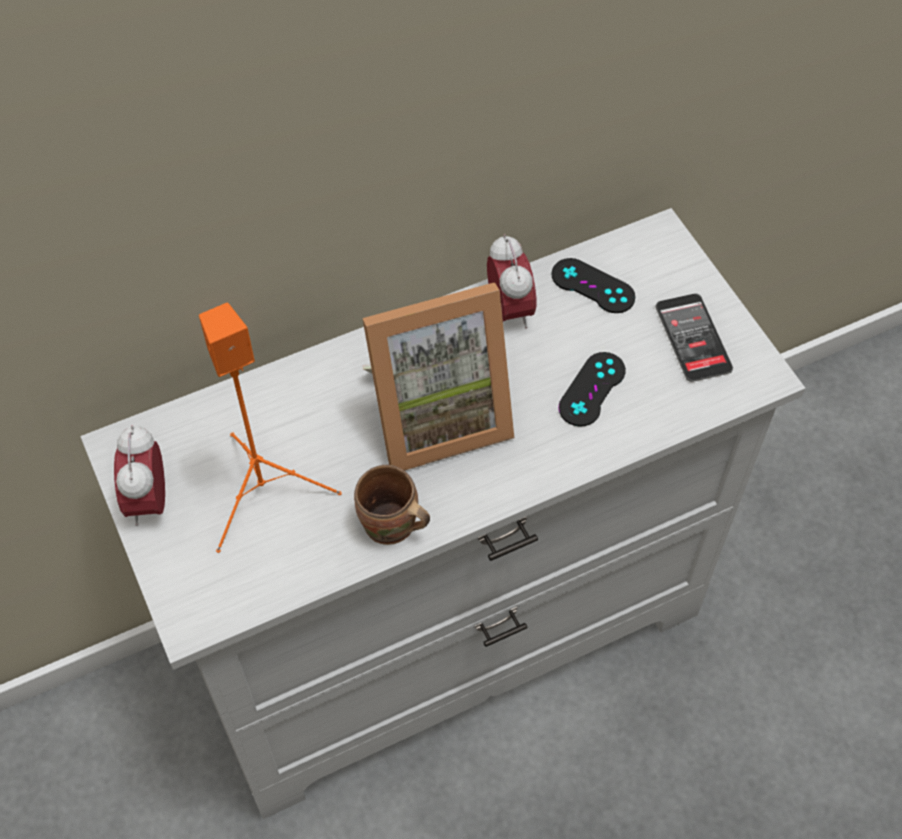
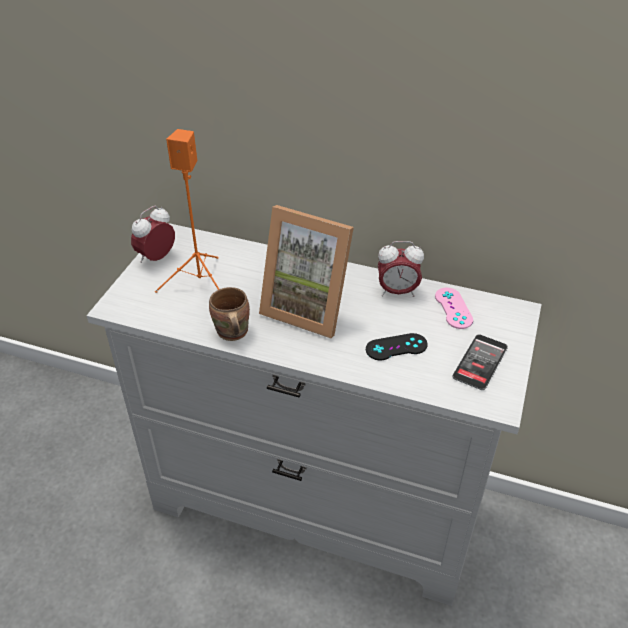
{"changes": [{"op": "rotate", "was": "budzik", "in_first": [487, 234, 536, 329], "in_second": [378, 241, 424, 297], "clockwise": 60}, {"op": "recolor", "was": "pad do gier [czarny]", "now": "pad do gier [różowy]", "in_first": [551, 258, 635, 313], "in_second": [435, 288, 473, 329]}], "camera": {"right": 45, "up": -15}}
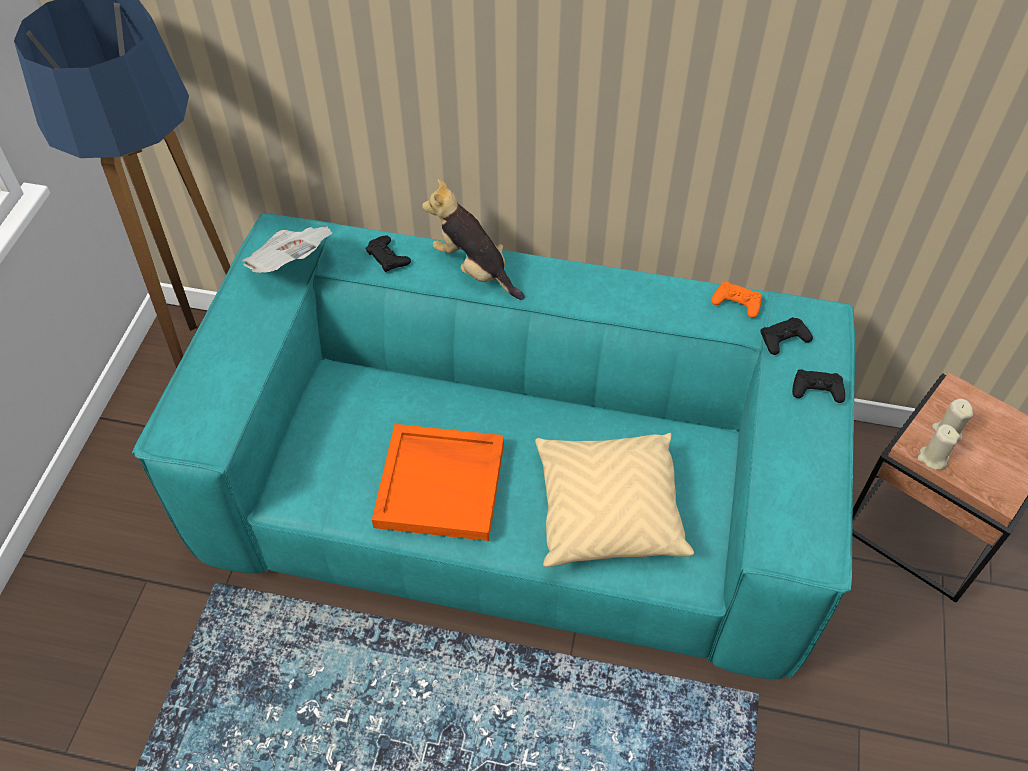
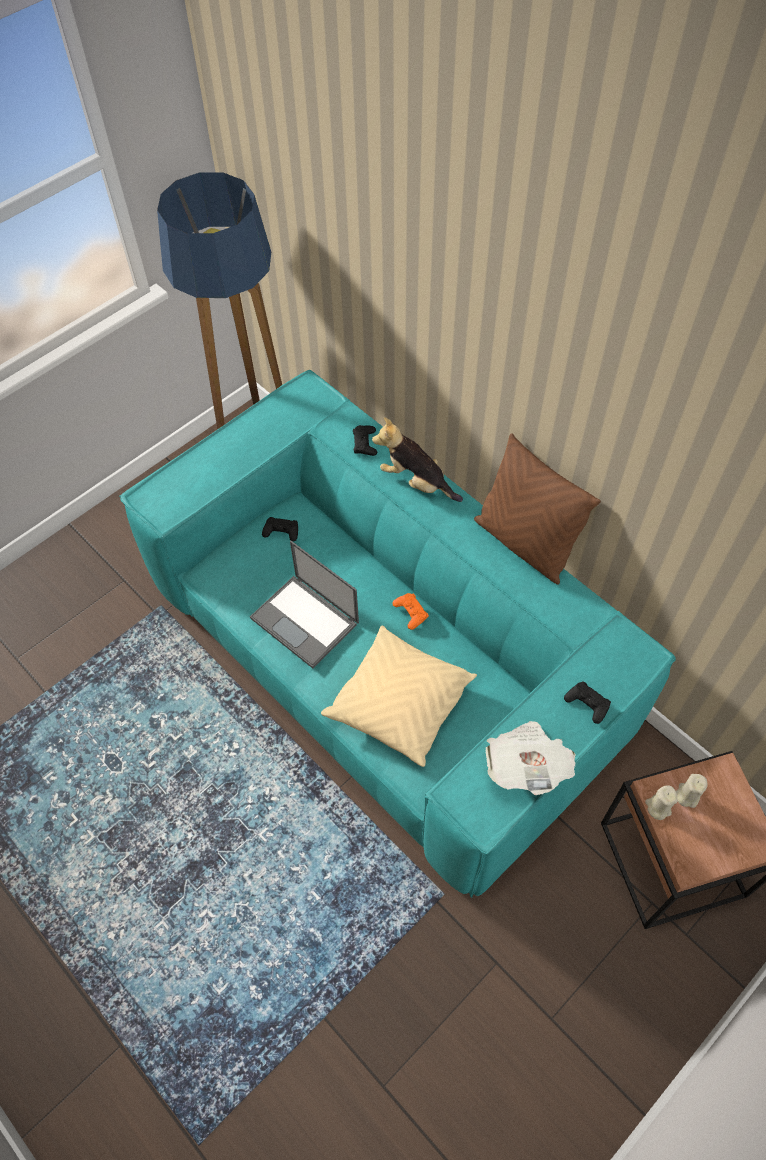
{"changes": [{"op": "move", "was": "gazeta", "in_first": [242, 226, 333, 273], "in_second": [486, 721, 576, 795]}, {"op": "replace", "was": "taca [pomarańczowy]", "now": "laptop", "in_first": [372, 424, 504, 541], "in_second": [250, 541, 359, 668]}, {"op": "rotate", "was": "pluszak", "in_first": [422, 179, 525, 300], "in_second": [372, 417, 463, 502], "clockwise": -45}, {"op": "move", "was": "pad do gier [pomarańczowy]", "in_first": [711, 281, 762, 318], "in_second": [392, 593, 429, 630]}, {"op": "move", "was": "pad do gier [czarny]", "in_first": [760, 317, 813, 355], "in_second": [262, 517, 298, 541]}, {"op": "insert", "now": "poduszka [brązowy]", "in_second": [474, 433, 601, 585]}], "camera": {"right": 35, "up": 5}}
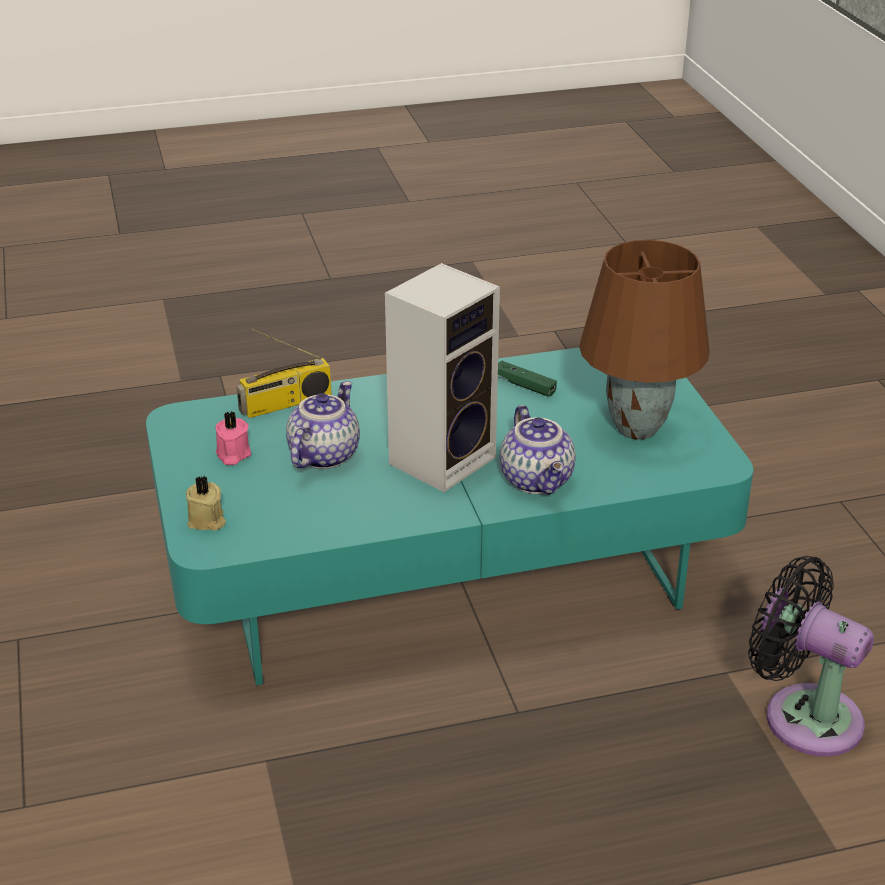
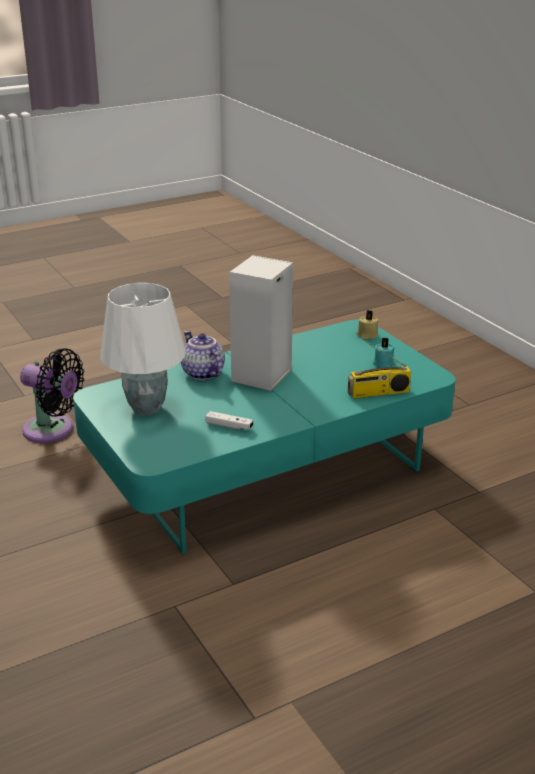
{"changes": [{"op": "recolor", "was": "świeca [różowy]", "now": "świeca [turkusowy]", "in_first": [215, 412, 251, 465], "in_second": [373, 338, 394, 368]}, {"op": "rotate", "was": "radio", "in_first": [237, 328, 332, 418], "in_second": [348, 339, 411, 398], "clockwise": -150}, {"op": "delete", "was": "imbryk", "in_first": [286, 381, 360, 469]}, {"op": "recolor", "was": "pad do gier [zielony]", "now": "pad do gier [biały]", "in_first": [498, 361, 557, 397], "in_second": [205, 411, 253, 430]}, {"op": "recolor", "was": "lampa stołowa [brązowy]", "now": "lampa stołowa [biały]", "in_first": [579, 240, 710, 440], "in_second": [100, 283, 186, 416]}], "camera": {"right": 165, "up": -5}}
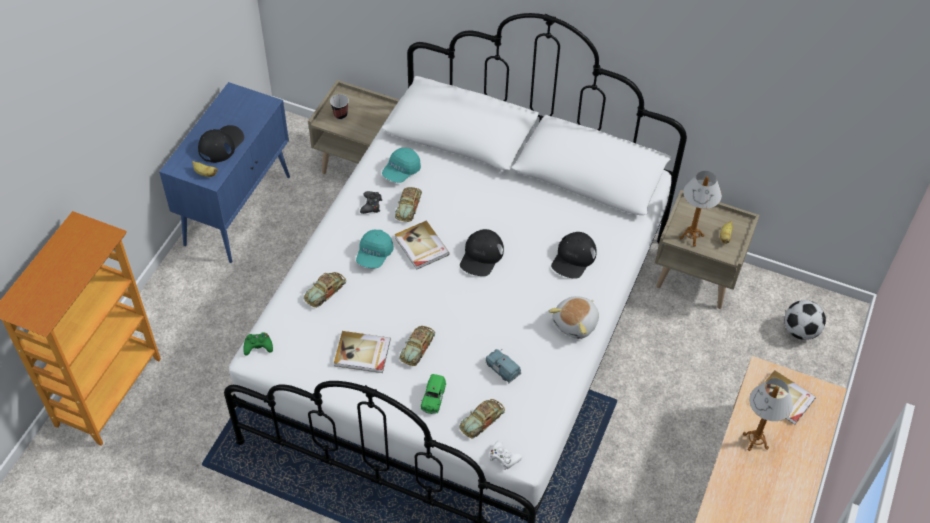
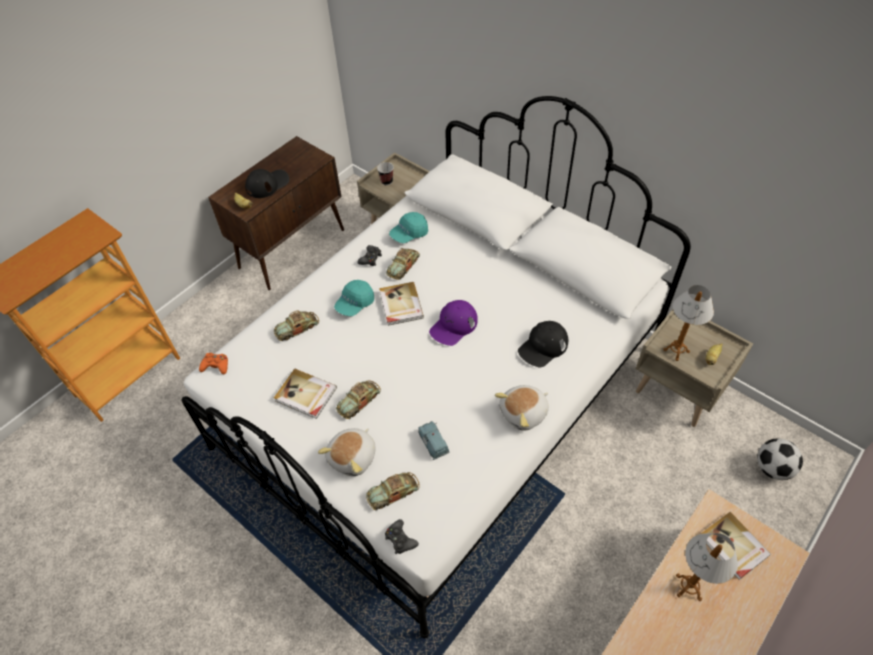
{"changes": [{"op": "recolor", "was": "szafka [niebieski]", "now": "szafka [brązowy]", "in_first": [159, 82, 290, 263], "in_second": [208, 136, 344, 290]}, {"op": "recolor", "was": "pad do gier [zielony]", "now": "pad do gier [pomarańczowy]", "in_first": [243, 332, 273, 356], "in_second": [199, 353, 228, 374]}, {"op": "replace", "was": "samochodzik [zielony]", "now": "pluszak", "in_first": [421, 374, 446, 414], "in_second": [318, 428, 376, 476]}, {"op": "recolor", "was": "czapka z daszkiem [czarny]", "now": "czapka z daszkiem [fioletowy]", "in_first": [460, 229, 504, 276], "in_second": [429, 300, 478, 346]}, {"op": "recolor", "was": "pad do gier [biały]", "now": "pad do gier [czarny]", "in_first": [490, 440, 522, 470], "in_second": [385, 519, 419, 554]}], "camera": {"right": 20, "up": 0}}
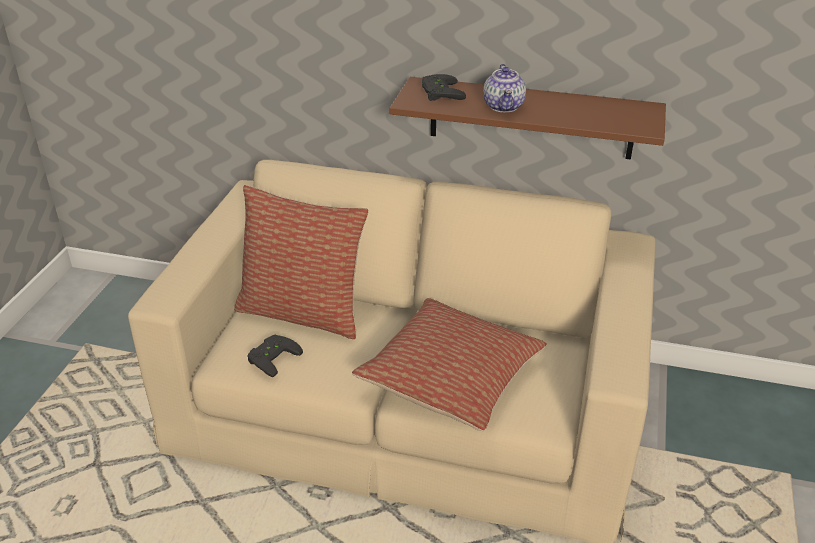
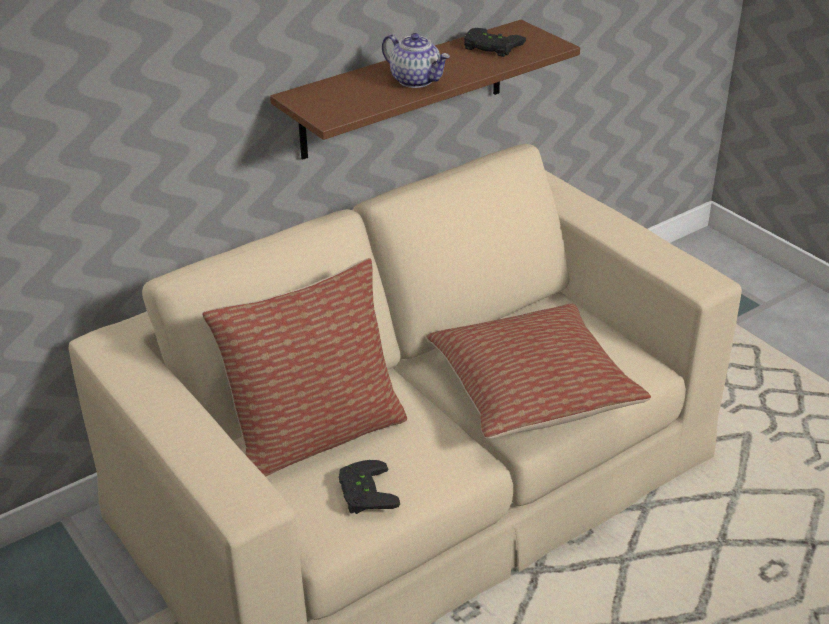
{"changes": [{"op": "move", "was": "pad do gier [czarny]", "in_first": [422, 74, 466, 101], "in_second": [464, 28, 526, 57]}], "camera": {"right": -50, "up": 0}}
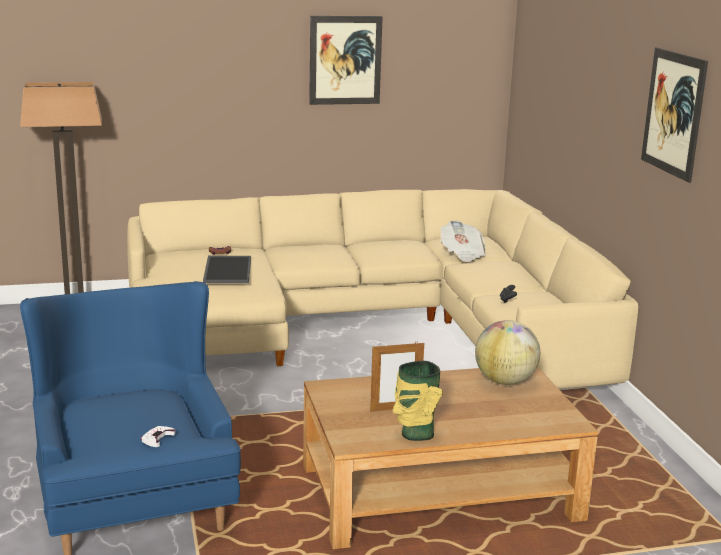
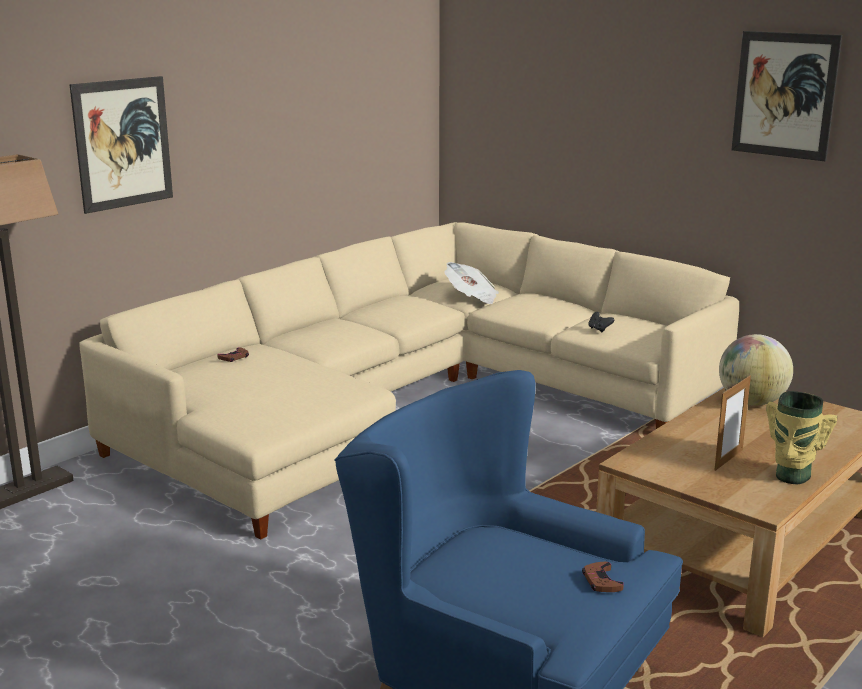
{"changes": [{"op": "recolor", "was": "pad do gier [biały]", "now": "pad do gier [brązowy]", "in_first": [141, 426, 175, 447], "in_second": [582, 562, 624, 592]}, {"op": "delete", "was": "taca", "in_first": [203, 256, 251, 283]}, {"op": "move", "was": "obraz", "in_first": [309, 16, 383, 105], "in_second": [70, 76, 173, 214]}], "camera": {"right": -35, "up": 0}}
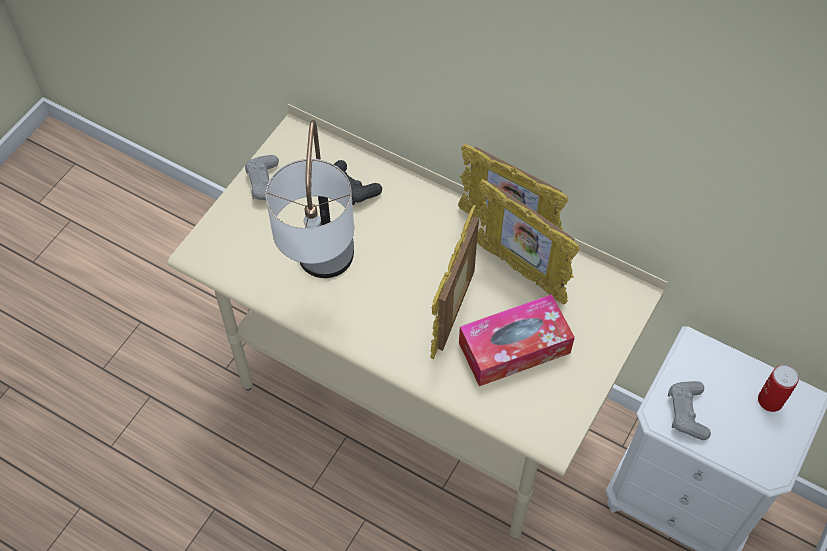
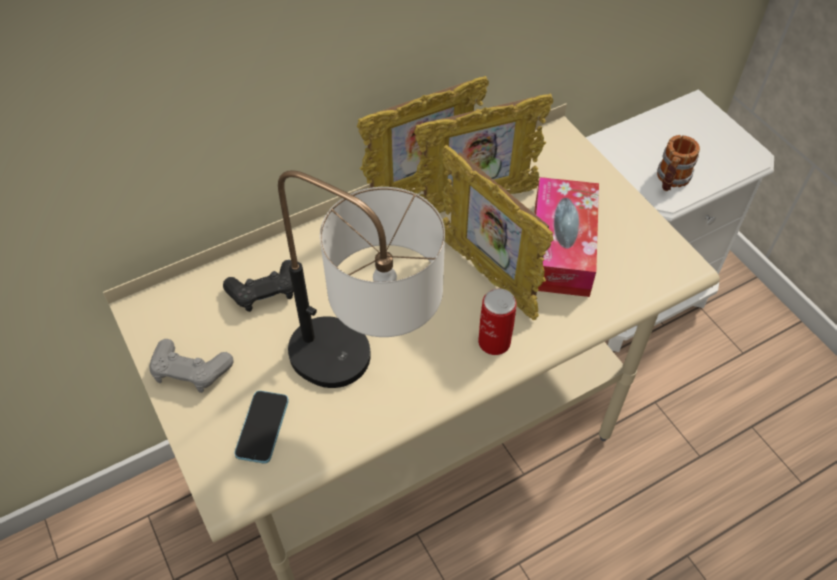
{"changes": [{"op": "replace", "was": "pad do gier [szary]", "now": "kubek", "in_first": [668, 381, 711, 440], "in_second": [657, 135, 700, 191]}, {"op": "move", "was": "puszka", "in_first": [758, 365, 799, 412], "in_second": [478, 288, 517, 355]}, {"op": "insert", "now": "telefon", "in_second": [234, 391, 289, 464]}], "camera": {"right": -60, "up": -5}}
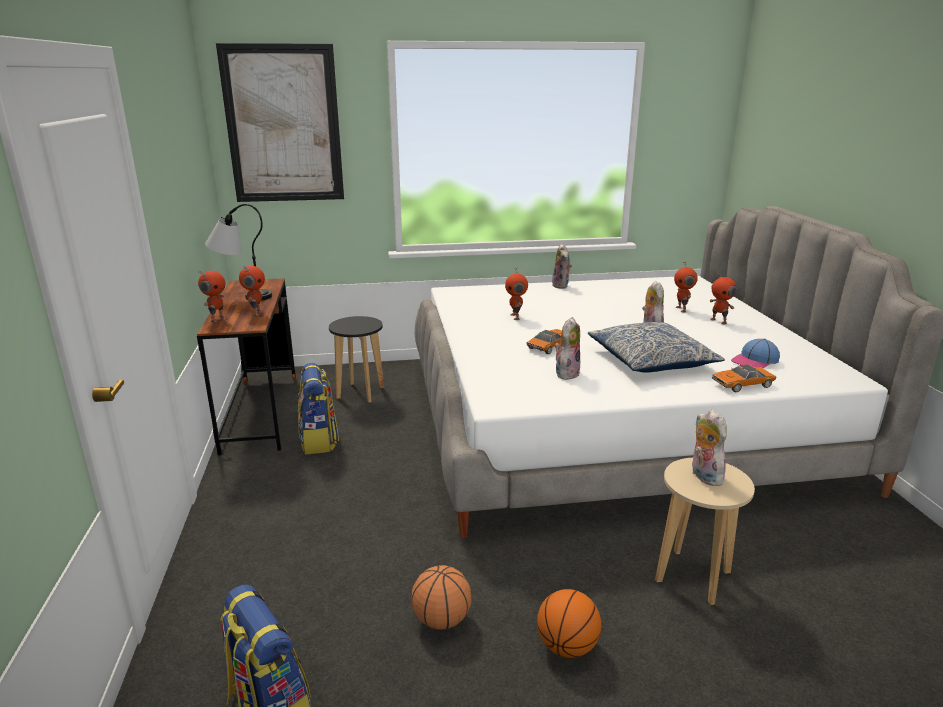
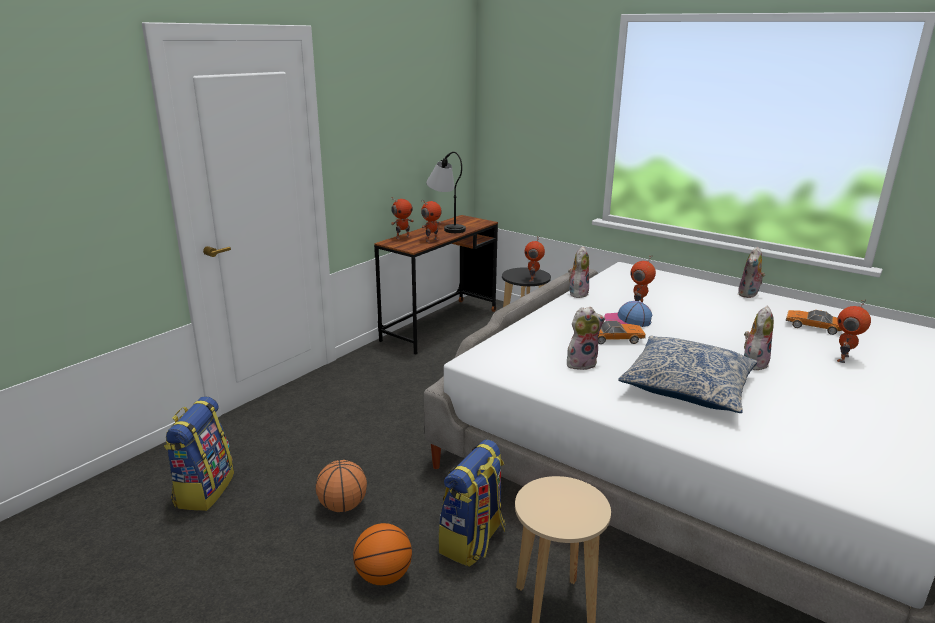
{"changes": [{"op": "delete", "was": "obraz", "in_first": [216, 43, 344, 202]}, {"op": "move", "was": "plecak", "in_first": [298, 363, 339, 455], "in_second": [438, 439, 505, 567]}, {"op": "move", "was": "pluszak", "in_first": [691, 410, 727, 486], "in_second": [568, 246, 589, 298]}, {"op": "move", "was": "robot zabawkowy", "in_first": [710, 271, 737, 324], "in_second": [524, 237, 545, 282]}, {"op": "move", "was": "samochodzik", "in_first": [712, 364, 777, 392], "in_second": [786, 310, 842, 335]}, {"op": "move", "was": "czapka z daszkiem", "in_first": [731, 339, 780, 368], "in_second": [604, 301, 652, 327]}], "camera": {"right": 45, "up": 0}}
